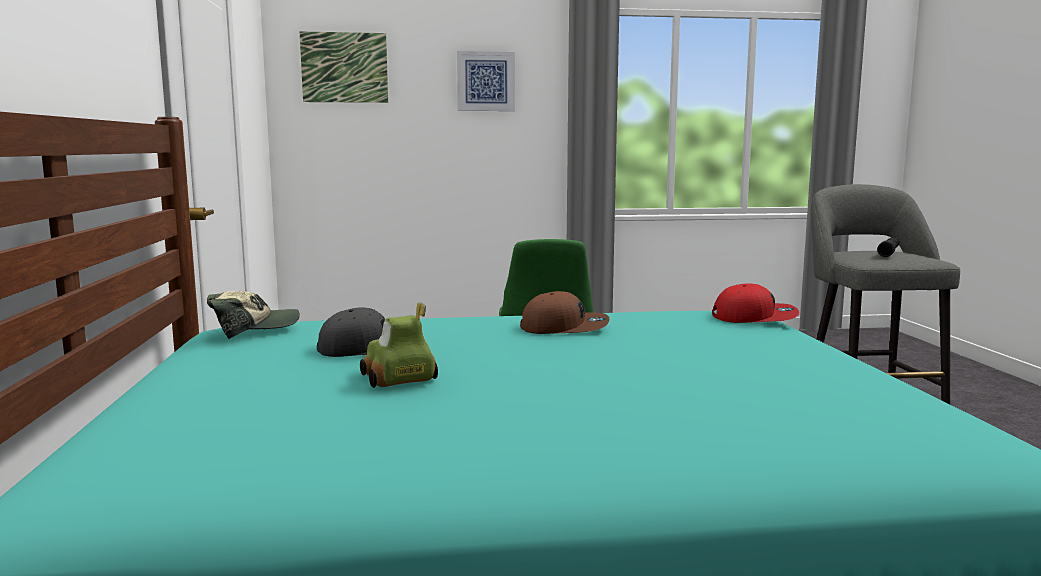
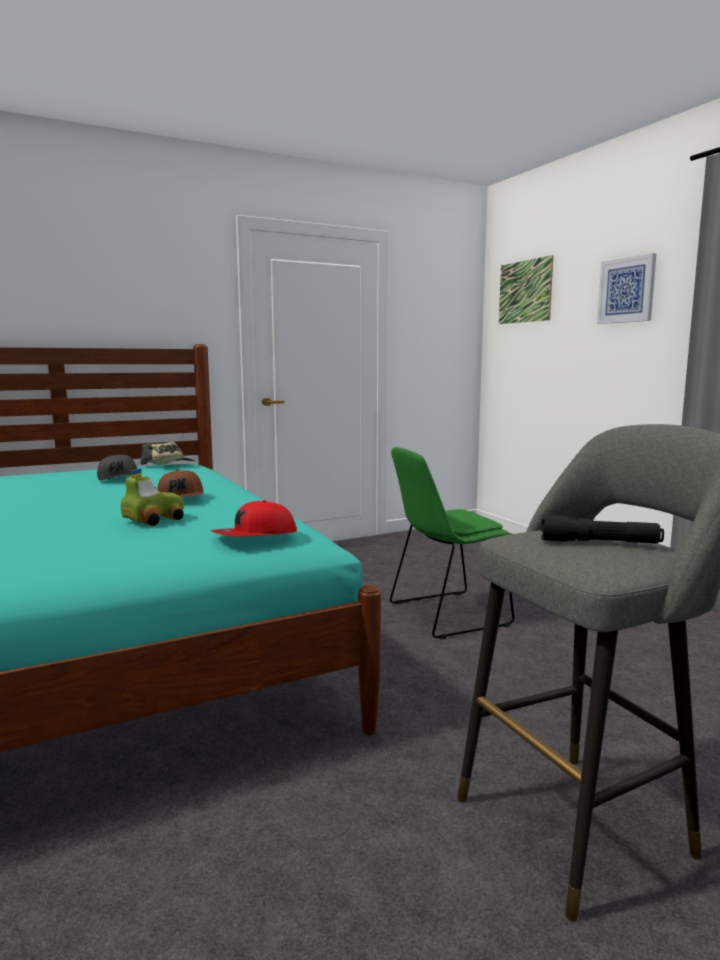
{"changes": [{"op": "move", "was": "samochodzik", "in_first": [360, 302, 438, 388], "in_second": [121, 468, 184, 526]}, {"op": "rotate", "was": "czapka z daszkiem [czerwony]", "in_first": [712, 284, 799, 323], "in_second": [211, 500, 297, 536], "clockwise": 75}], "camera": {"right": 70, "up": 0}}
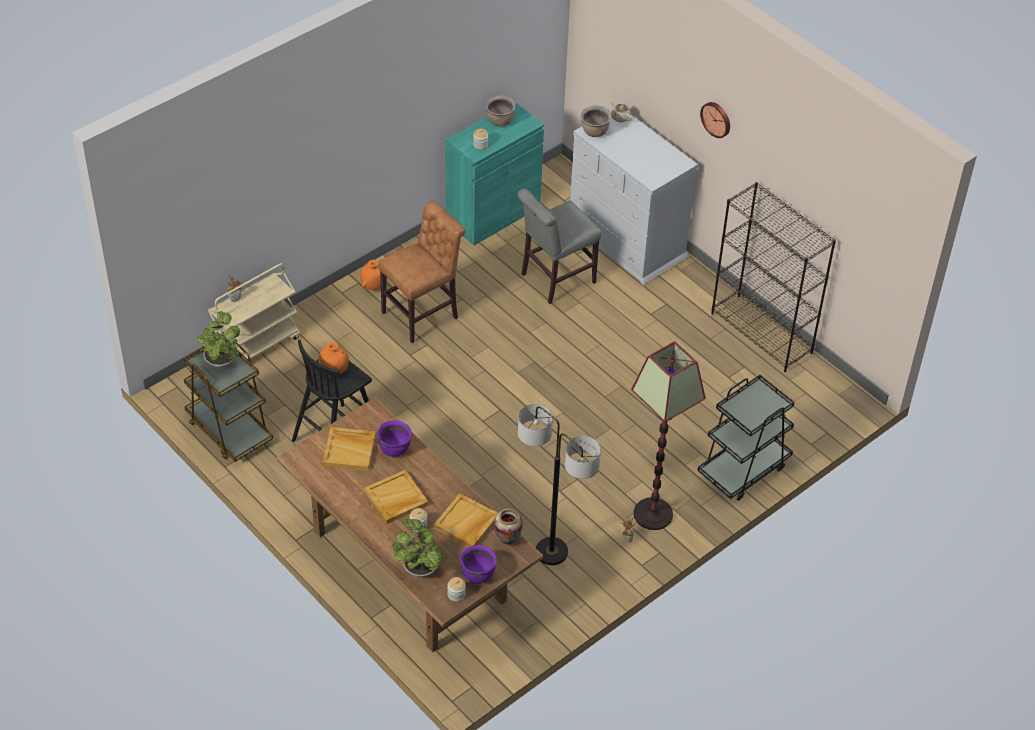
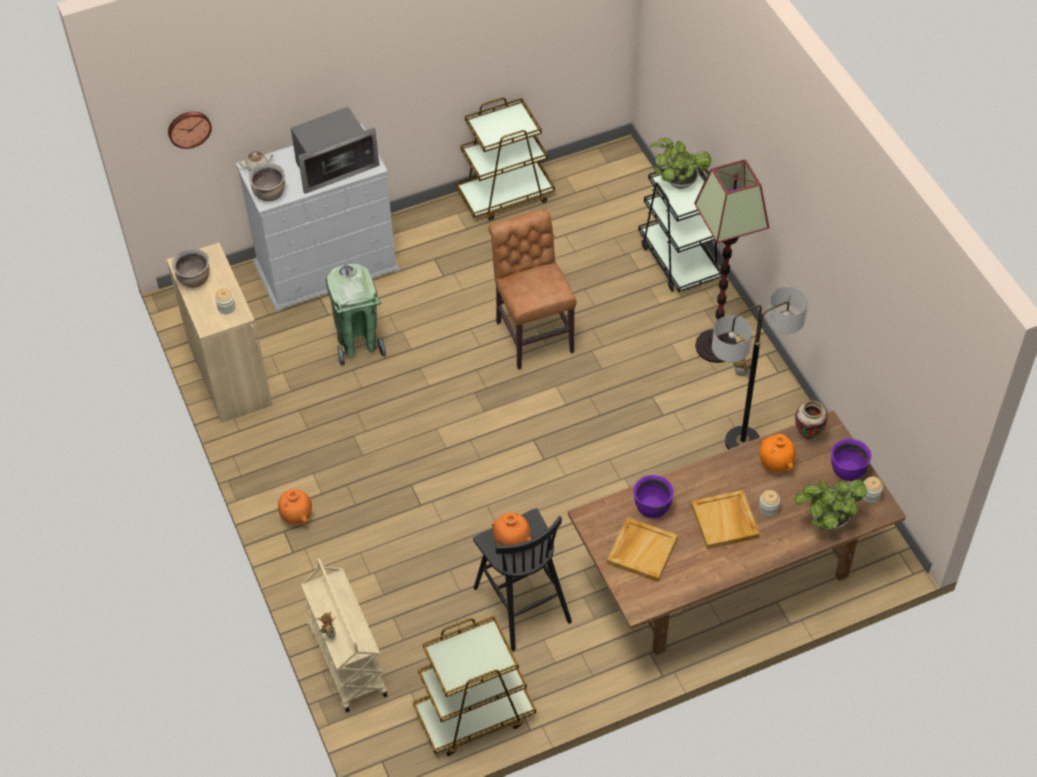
{"changes": [{"op": "move", "was": "roślina doniczkowa", "in_first": [197, 311, 240, 368], "in_second": [649, 138, 711, 189]}, {"op": "move", "was": "krzesło [brązowy]", "in_first": [378, 200, 466, 343], "in_second": [489, 209, 576, 370]}, {"op": "replace", "was": "taca [beżowy]", "now": "wazon [pomarańczowy]", "in_first": [434, 493, 498, 547], "in_second": [759, 434, 796, 472]}, {"op": "recolor", "was": "szafka [turkusowy]", "now": "szafka [beżowy]", "in_first": [446, 102, 544, 245], "in_second": [167, 242, 272, 423]}, {"op": "replace", "was": "krzesło [szary]", "now": "kosz na śmieci [zielony]", "in_first": [517, 188, 601, 304], "in_second": [326, 263, 386, 367]}, {"op": "move", "was": "zegar ścienny", "in_first": [700, 102, 730, 138], "in_second": [168, 112, 212, 149]}, {"op": "replace", "was": "regał [czarny]", "now": "wózek [brązowy]", "in_first": [711, 182, 836, 372], "in_second": [455, 97, 555, 221]}, {"op": "insert", "now": "mikrofalówka", "in_second": [291, 107, 379, 194]}], "camera": {"right": -70, "up": 5}}
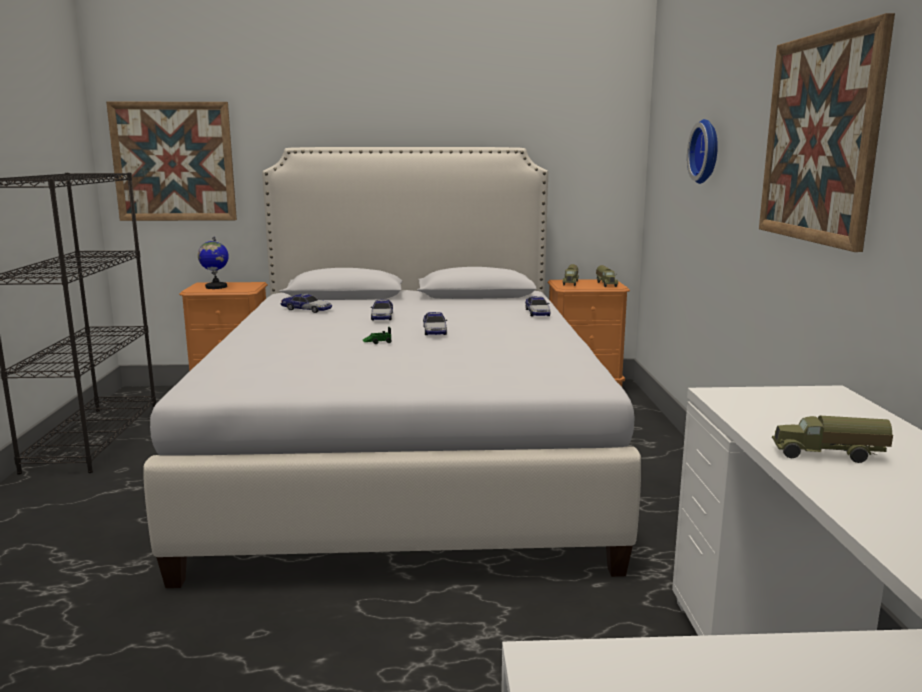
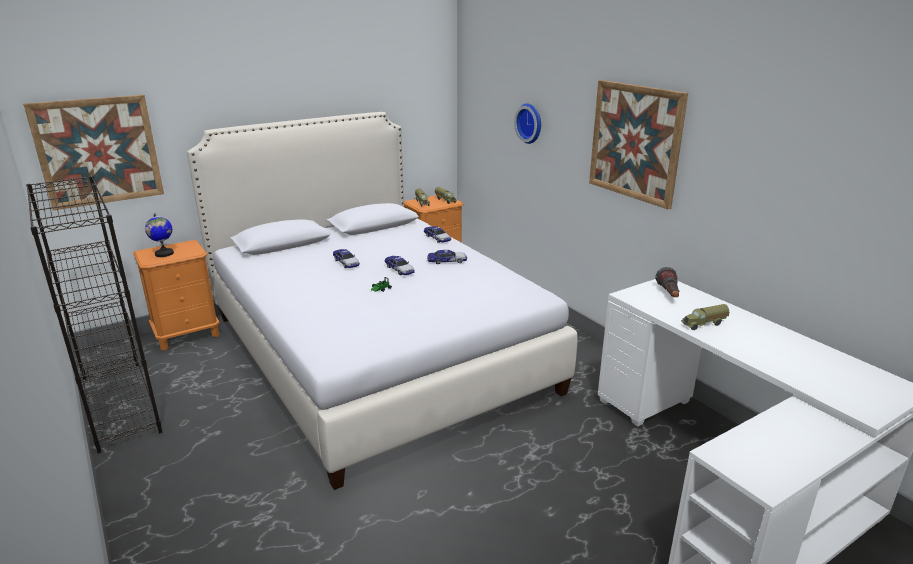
{"changes": [{"op": "move", "was": "samochodzik", "in_first": [280, 294, 332, 313], "in_second": [427, 249, 467, 264]}, {"op": "insert", "now": "latarka", "in_second": [655, 267, 679, 297]}], "camera": {"right": -30, "up": 10}}
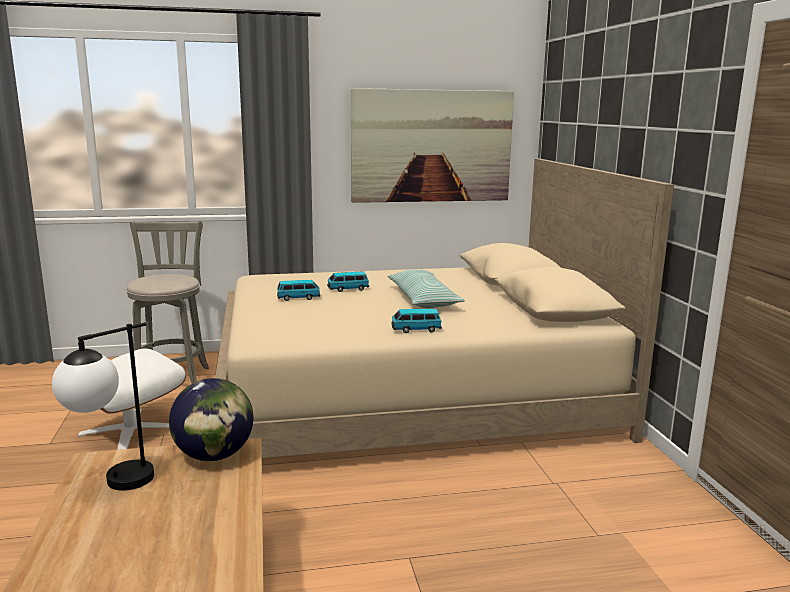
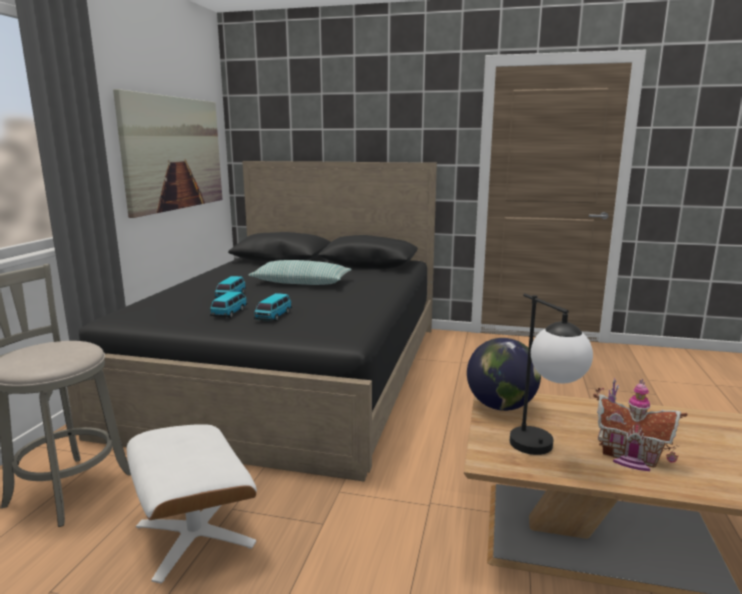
{"changes": [{"op": "recolor", "was": "łóżko [beżowy]", "now": "łóżko [czarny]", "in_first": [215, 159, 674, 458], "in_second": [67, 161, 437, 482]}, {"op": "move", "was": "samochodzik", "in_first": [391, 309, 442, 333], "in_second": [254, 293, 292, 321]}, {"op": "insert", "now": "domek", "in_second": [593, 378, 687, 471]}], "camera": {"right": -65, "up": 0}}
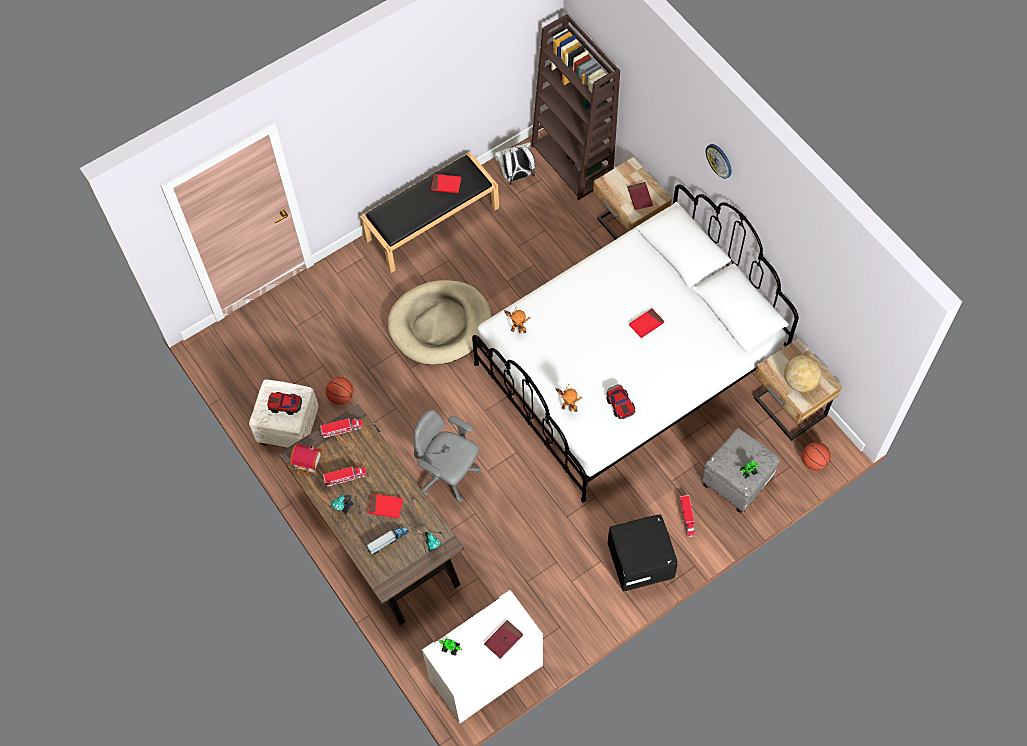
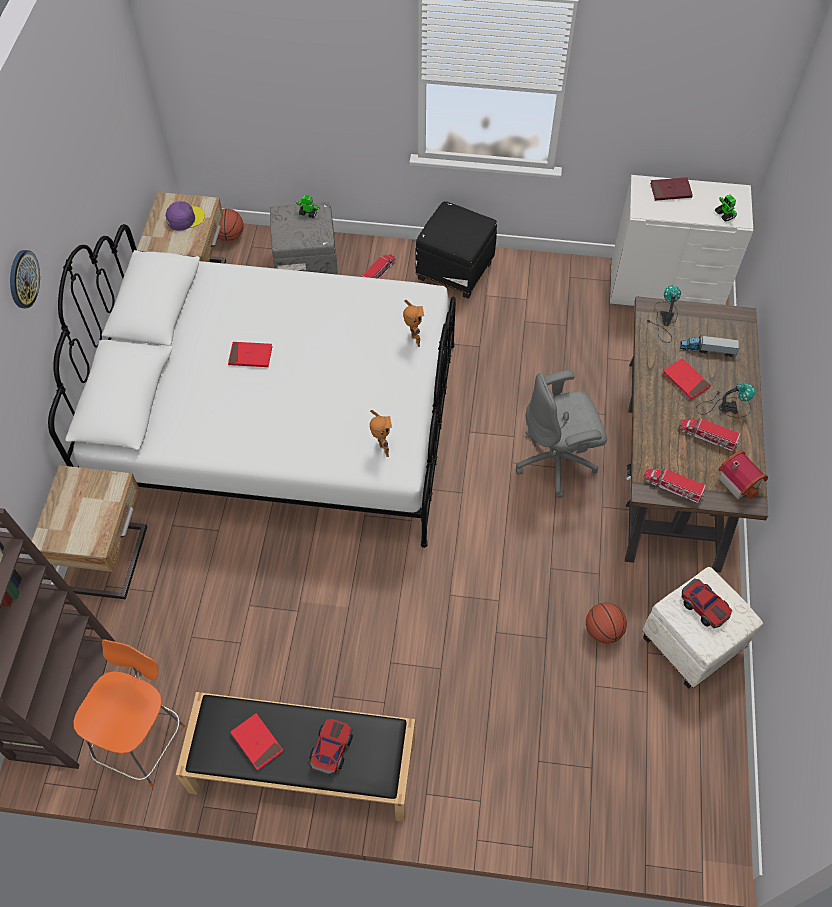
{"changes": [{"op": "delete", "was": "legowisko [beżowy]", "in_first": [388, 280, 492, 365]}, {"op": "rotate", "was": "krzesło biurowe [szary]", "in_first": [414, 410, 480, 503], "in_second": [516, 370, 607, 498], "clockwise": 90}, {"op": "replace", "was": "plecak [biały]", "now": "stołek [pomarańczowy]", "in_first": [495, 142, 535, 185], "in_second": [74, 639, 185, 787]}, {"op": "move", "was": "samochodzik", "in_first": [606, 384, 635, 419], "in_second": [310, 719, 353, 776]}, {"op": "delete", "was": "książka [czerwony]", "in_first": [627, 182, 653, 210]}, {"op": "replace", "was": "globus", "now": "czapka z daszkiem [fioletowy]", "in_first": [784, 355, 822, 392], "in_second": [166, 201, 205, 231]}], "camera": {"right": -140, "up": -5}}
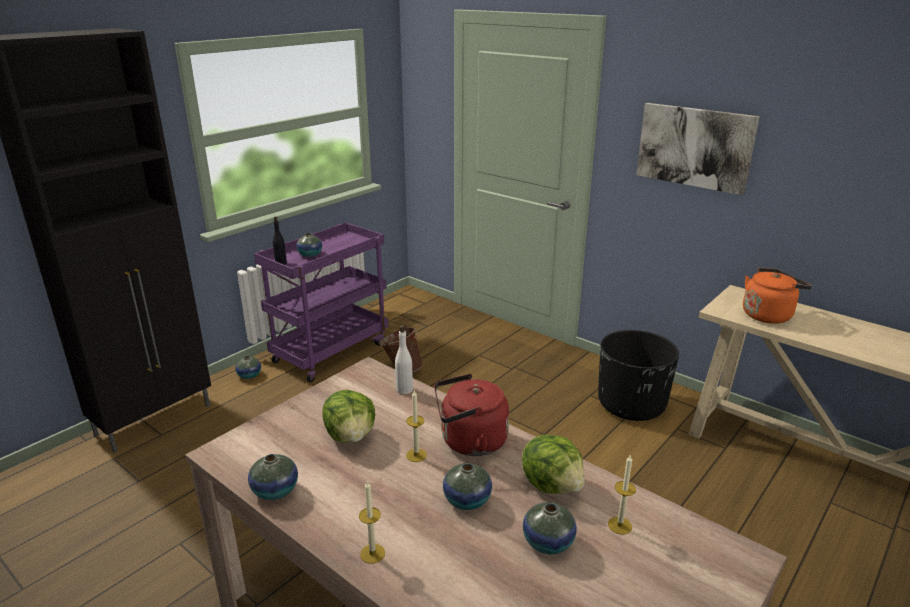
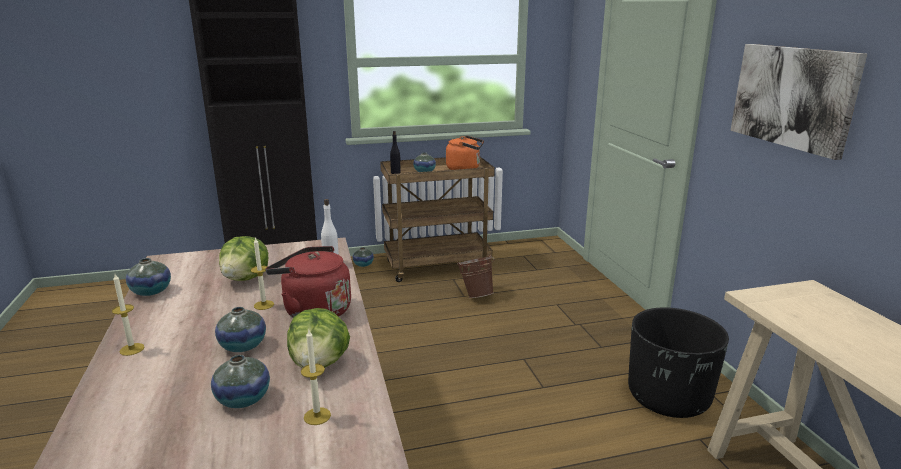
{"changes": [{"op": "recolor", "was": "wózek [fioletowy]", "now": "wózek [brązowy]", "in_first": [254, 222, 388, 383], "in_second": [380, 157, 495, 282]}, {"op": "move", "was": "czajnik [pomarańczowy]", "in_first": [743, 268, 812, 324], "in_second": [446, 136, 484, 170]}], "camera": {"right": 35, "up": -5}}
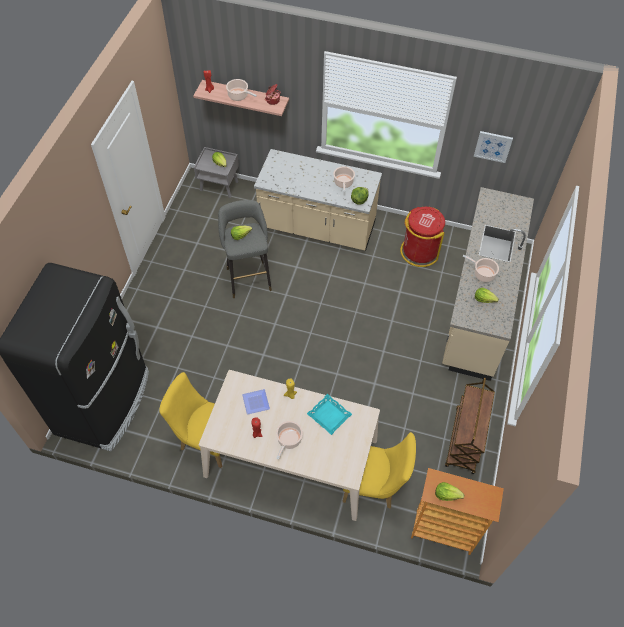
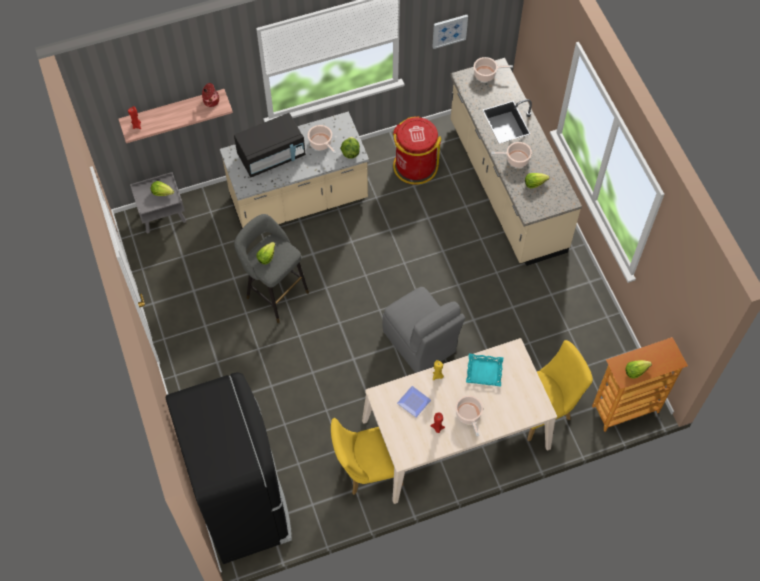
{"changes": [{"op": "move", "was": "garnek", "in_first": [226, 79, 257, 101], "in_second": [474, 57, 513, 82]}, {"op": "delete", "was": "wózek [brązowy]", "in_first": [445, 377, 495, 474]}, {"op": "insert", "now": "mikrofalówka [czarny]", "in_second": [234, 113, 306, 178]}, {"op": "insert", "now": "krzesło [szary]", "in_second": [382, 287, 465, 373]}], "camera": {"right": -35, "up": 5}}
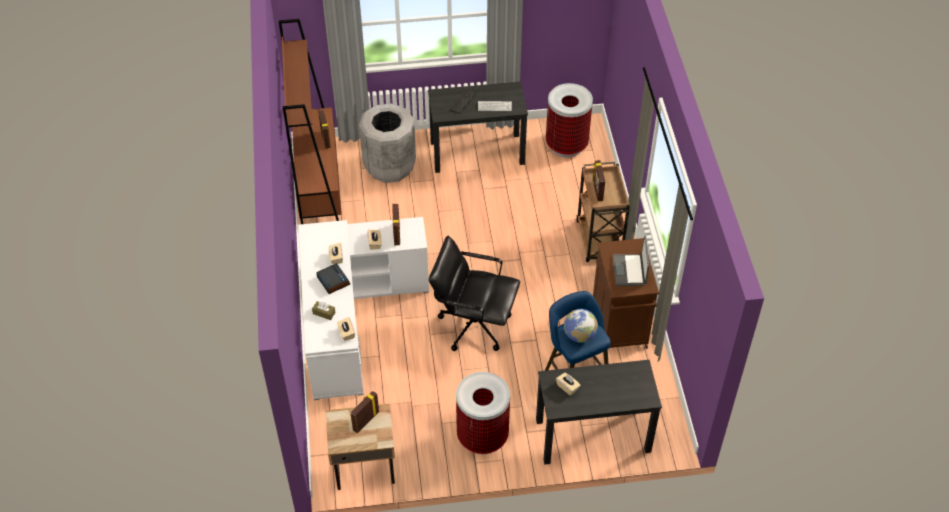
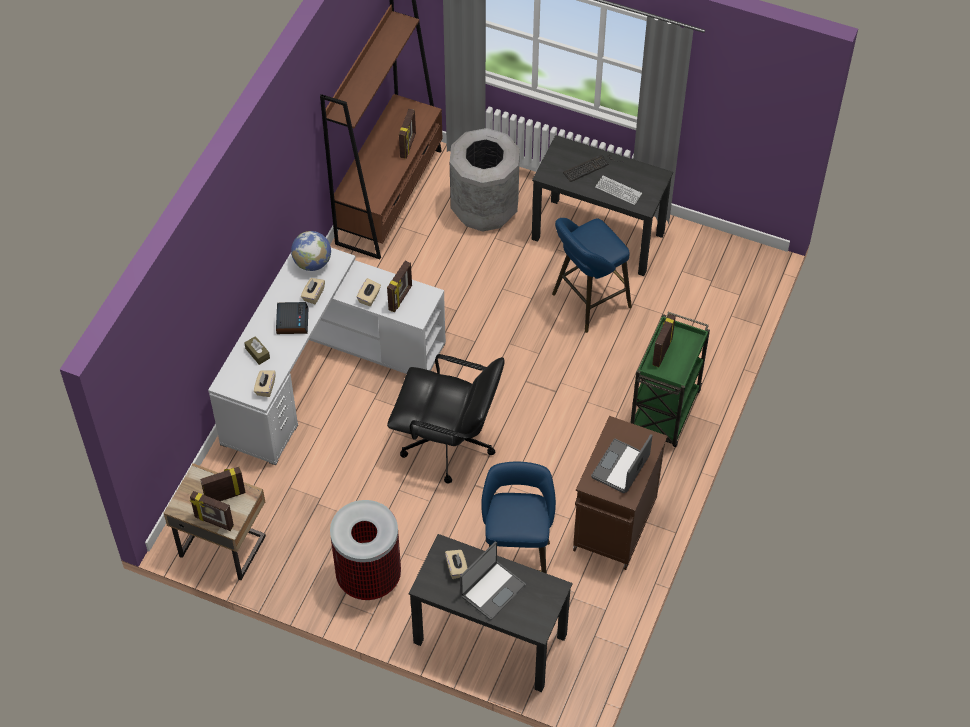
{"changes": [{"op": "rotate", "was": "krzesło biurowe [czarny]", "in_first": [429, 236, 520, 351], "in_second": [387, 354, 505, 483], "clockwise": 150}, {"op": "delete", "was": "kosz na śmieci", "in_first": [546, 83, 593, 157]}, {"op": "move", "was": "globus", "in_first": [564, 309, 598, 343], "in_second": [291, 231, 331, 271]}, {"op": "recolor", "was": "wózek [brązowy]", "now": "wózek [zielony]", "in_first": [576, 162, 630, 262], "in_second": [630, 312, 710, 447]}, {"op": "insert", "now": "ramka na zdjęcie", "in_second": [190, 491, 234, 531]}, {"op": "insert", "now": "laptop", "in_second": [460, 541, 526, 620]}, {"op": "insert", "now": "stołek [niebieski]", "in_second": [552, 218, 632, 333]}], "camera": {"right": 30, "up": 5}}
